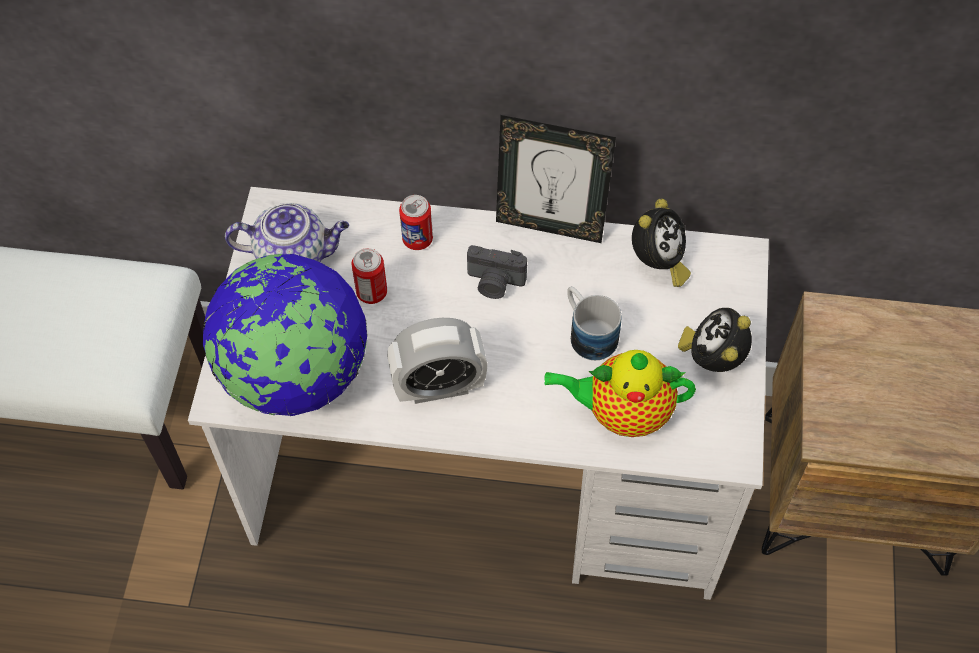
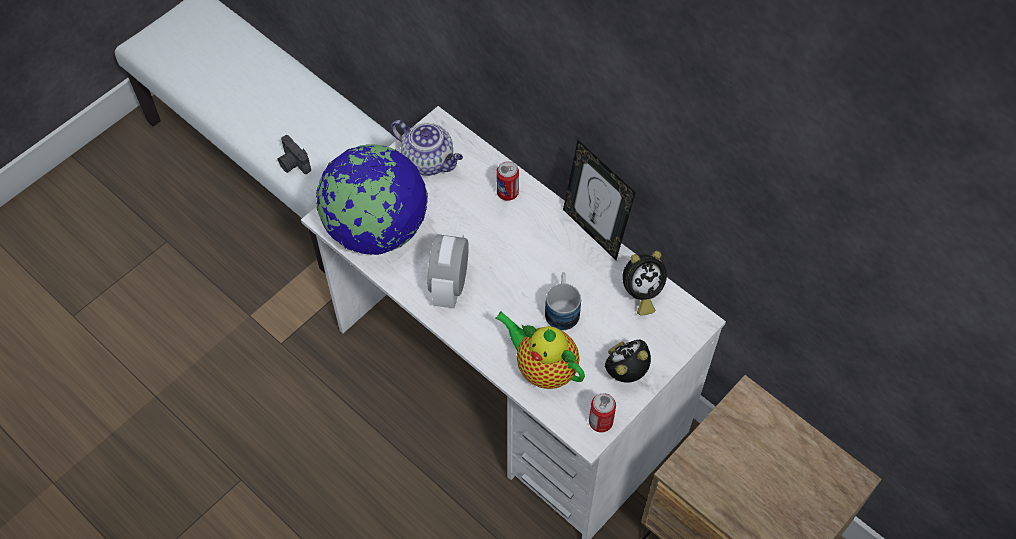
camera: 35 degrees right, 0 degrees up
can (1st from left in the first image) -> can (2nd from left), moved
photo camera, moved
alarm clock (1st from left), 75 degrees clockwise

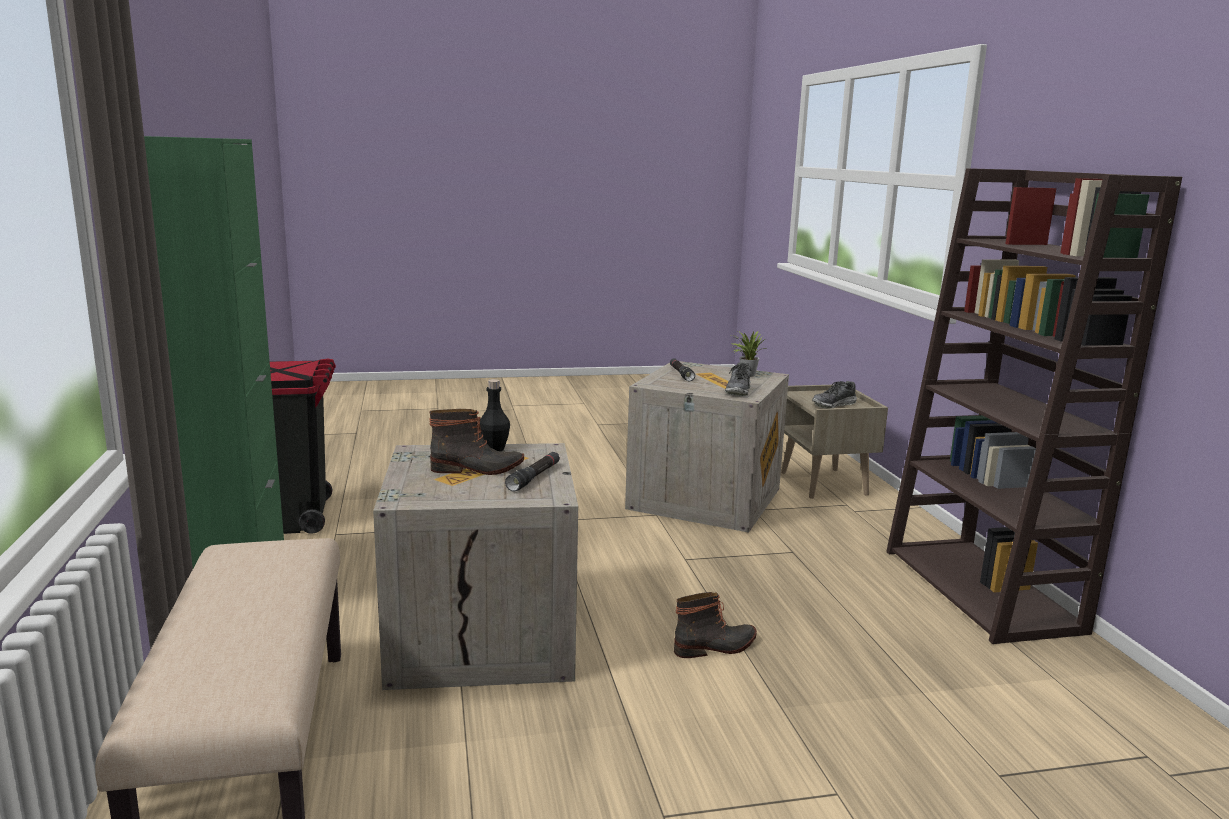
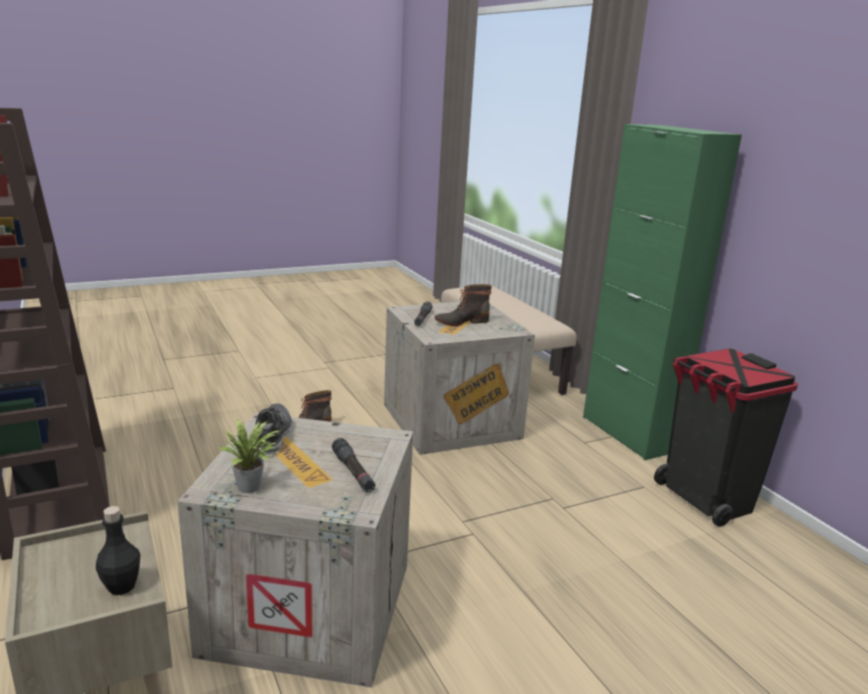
camera: 165 degrees right, 5 degrees up
shoe (2nd from left) -> none
bottle in black, moved

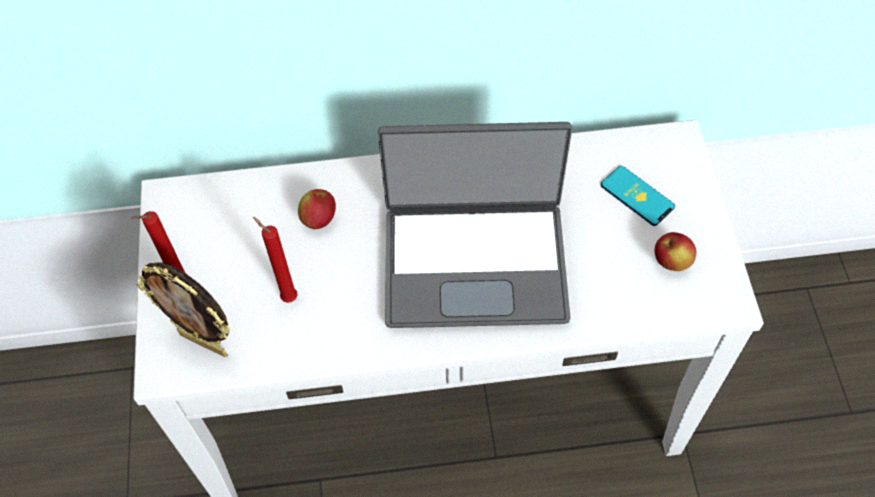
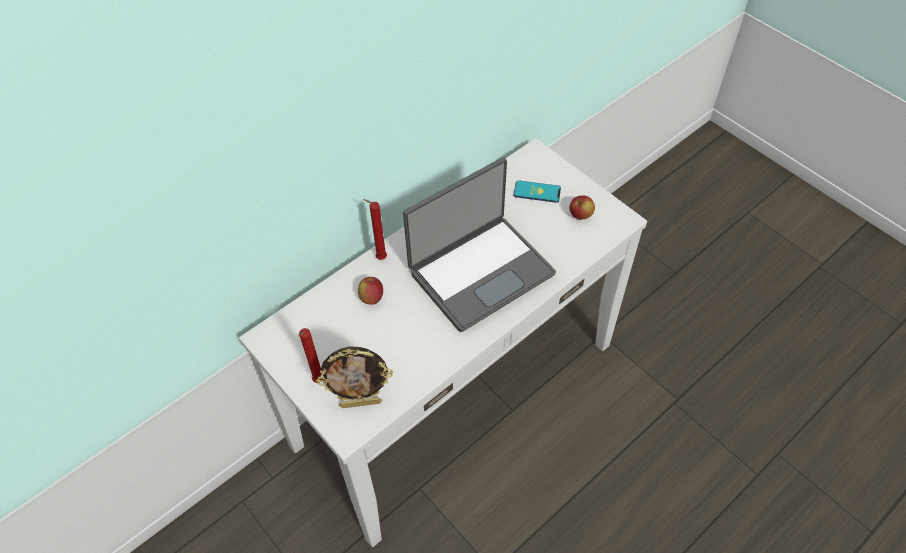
camera: 35 degrees left, 5 degrees down
candle in red (2nd from left), moved

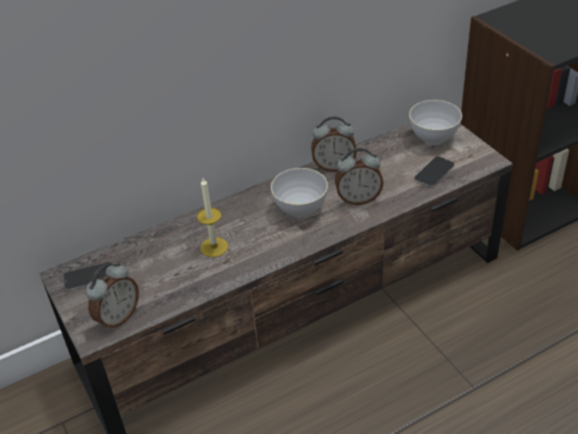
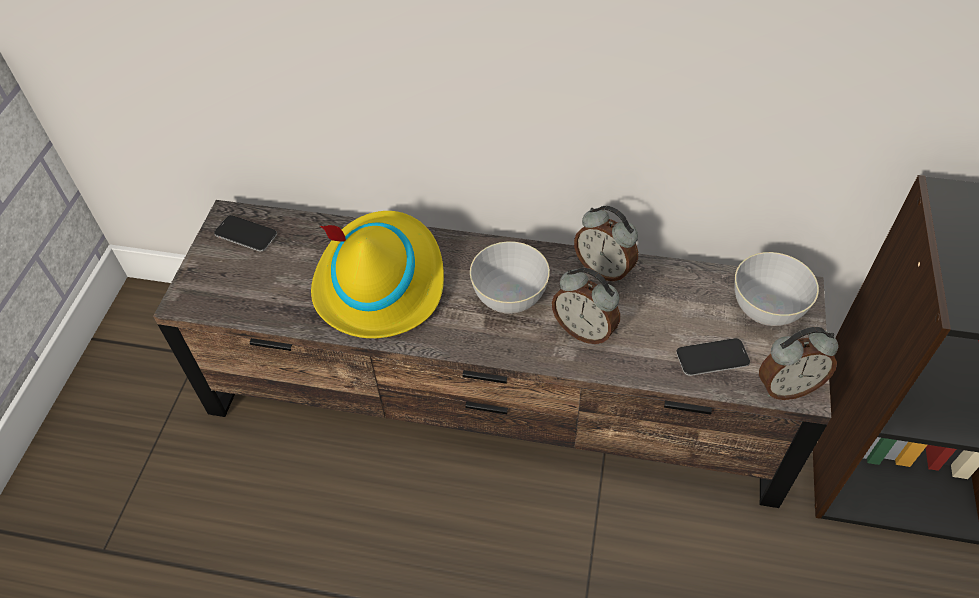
camera: 40 degrees right, 10 degrees up
alarm clock (1st from left in the first image) -> alarm clock (3rd from left), moved
candle -> hat in yellow

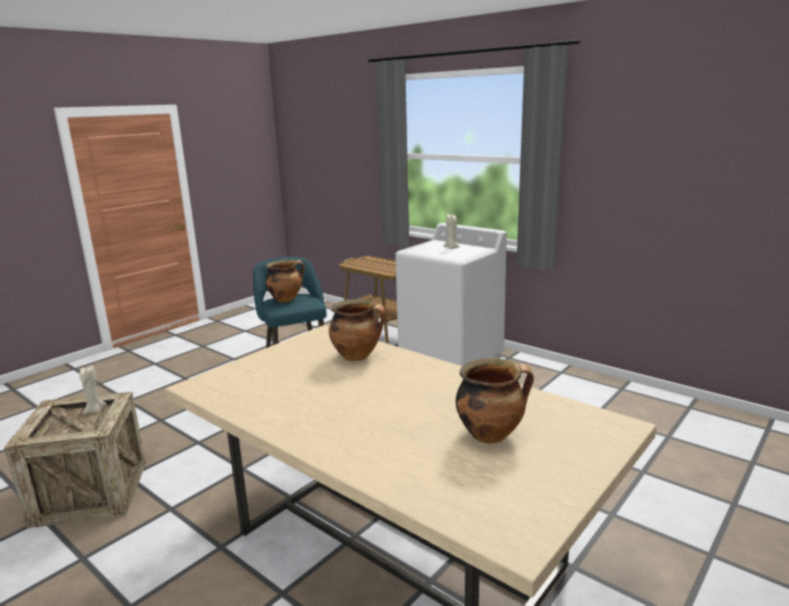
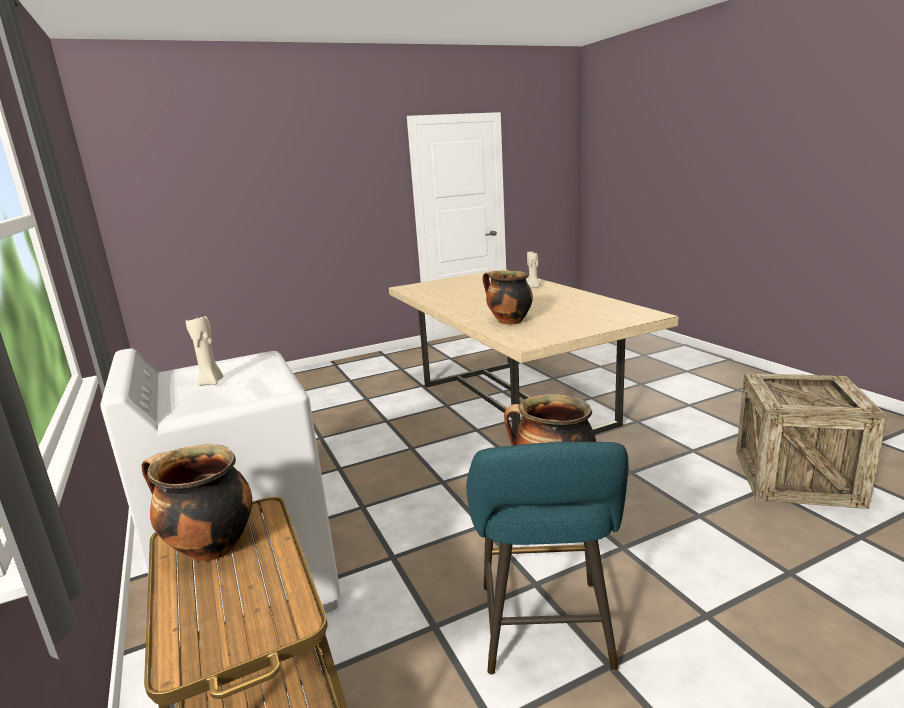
camera: 155 degrees left, 0 degrees up
candle in beige (1st from left in the first image) -> candle in beige (2nd from left), moved
cooking pot (3rd from left in the first image) -> cooking pot (1st from left), moved

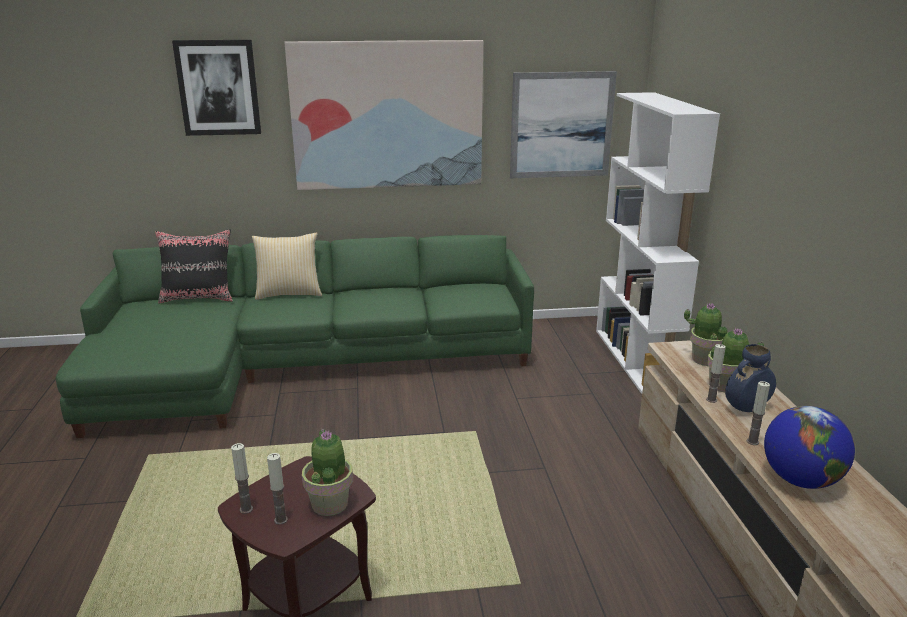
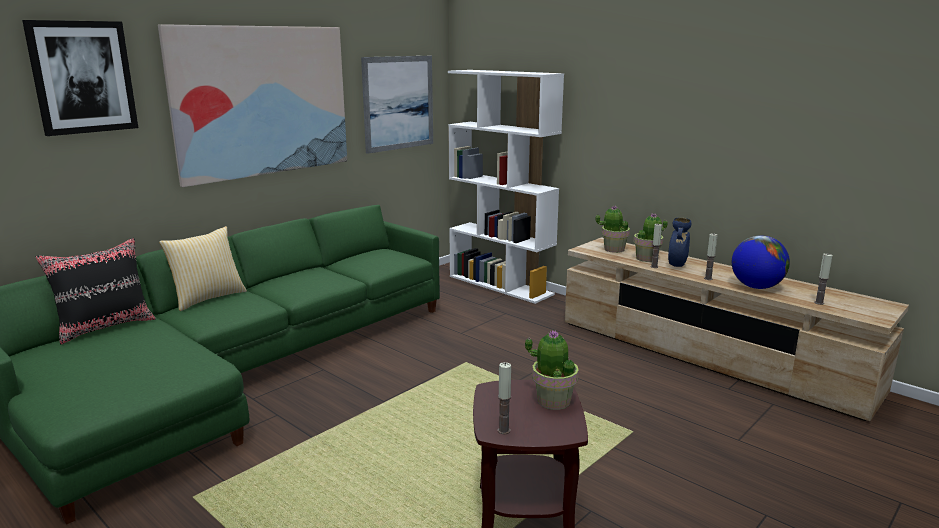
camera: 40 degrees left, 5 degrees down
candle (2nd from left in the first image) -> candle (4th from left), moved

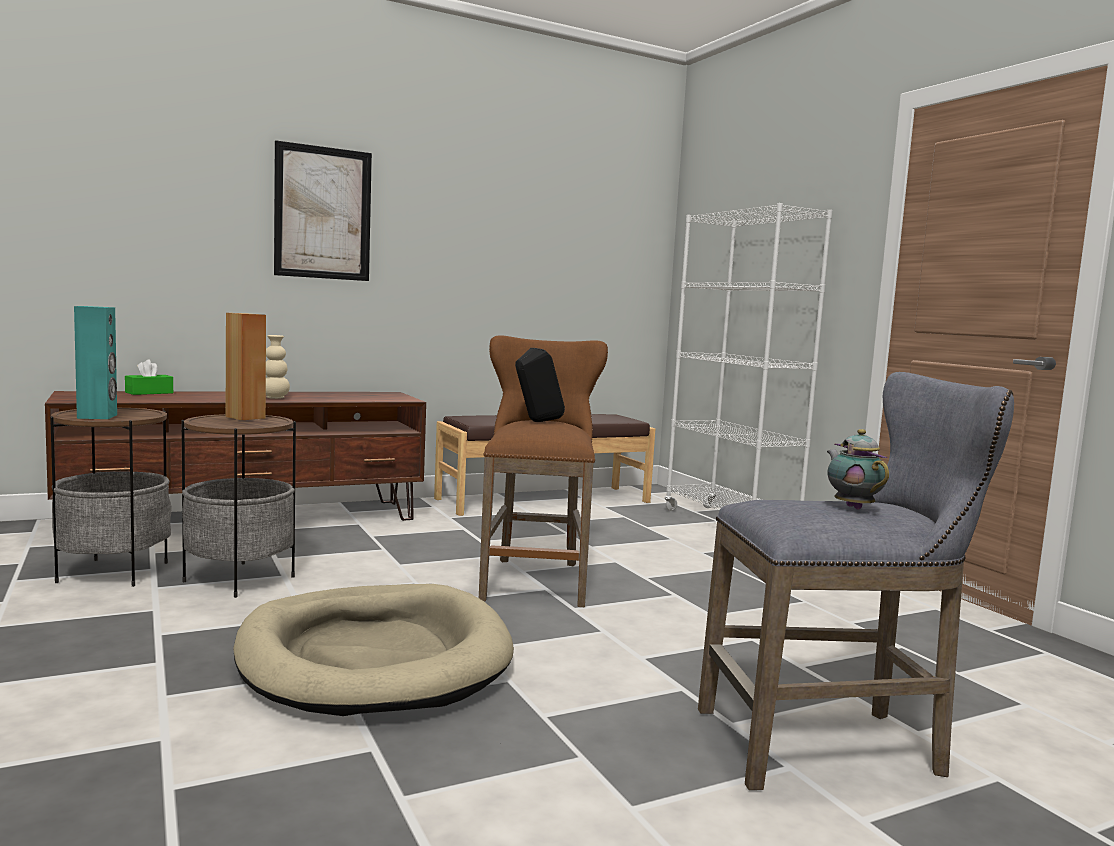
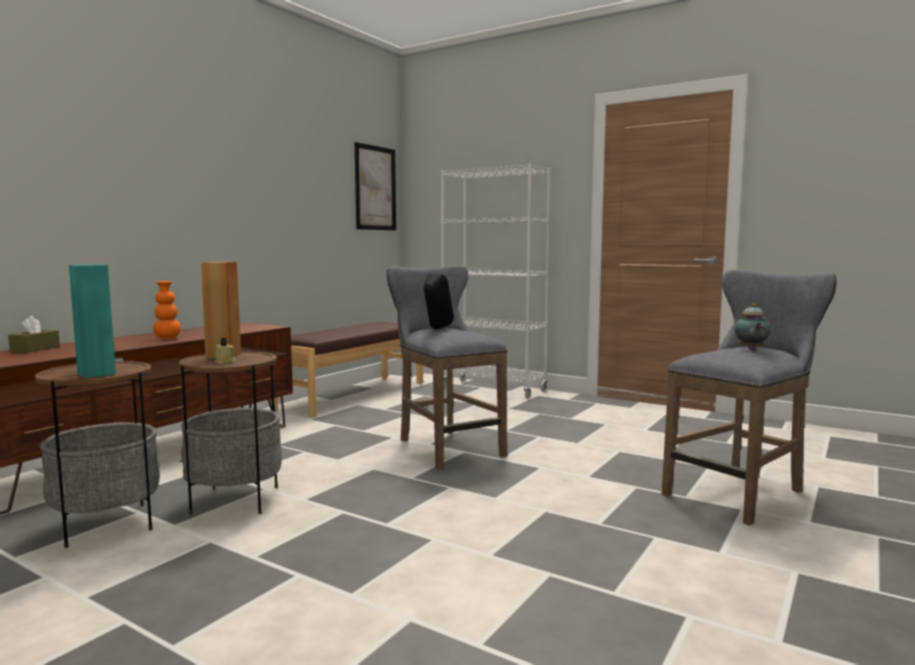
camera: 30 degrees left, 0 degrees up
dog bed in beige -> none
none -> candle in beige
picture, moved
tissue box in green -> tissue box in brown
vase in beige -> vase in orange
stool in brown -> stool in grey (1st from left)
teapot, 120 degrees counterclockwise

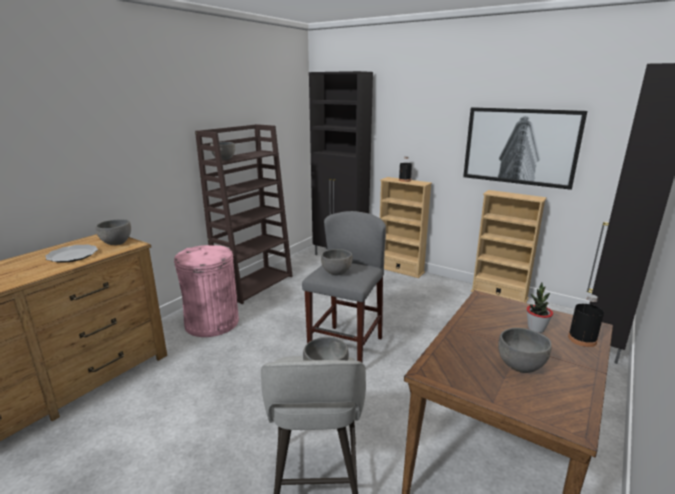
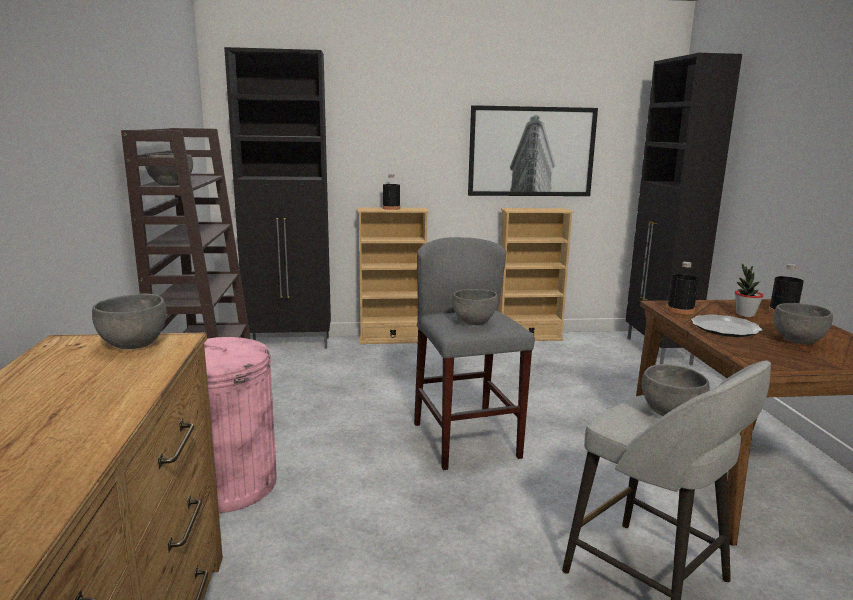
camera: 40 degrees left, 5 degrees down
none -> bottle in black (2nd from left)
plate, moved

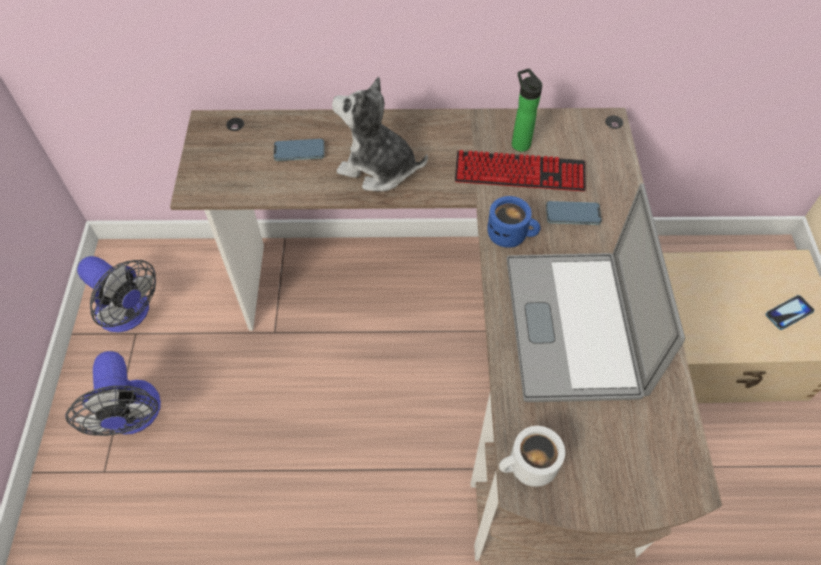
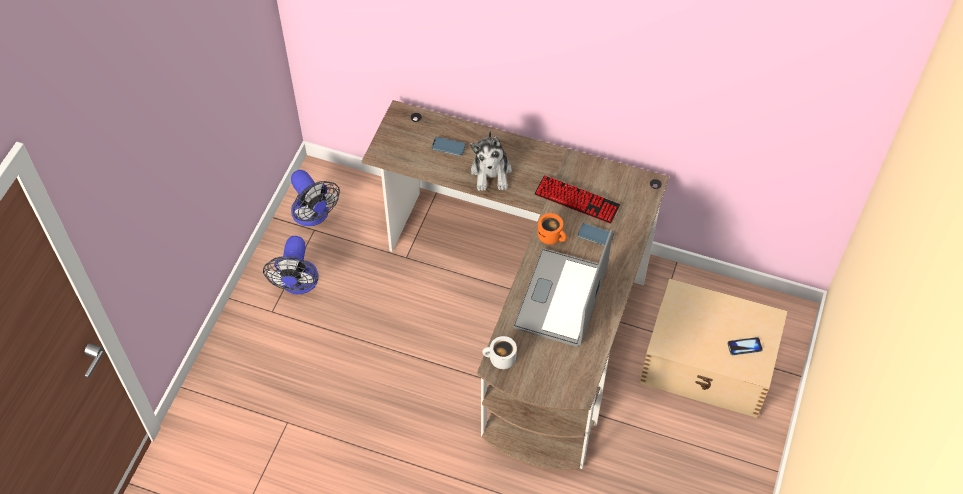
camera: 20 degrees right, 0 degrees up
bottle -> none
mug in blue -> mug in orange
plush toy, 135 degrees counterclockwise

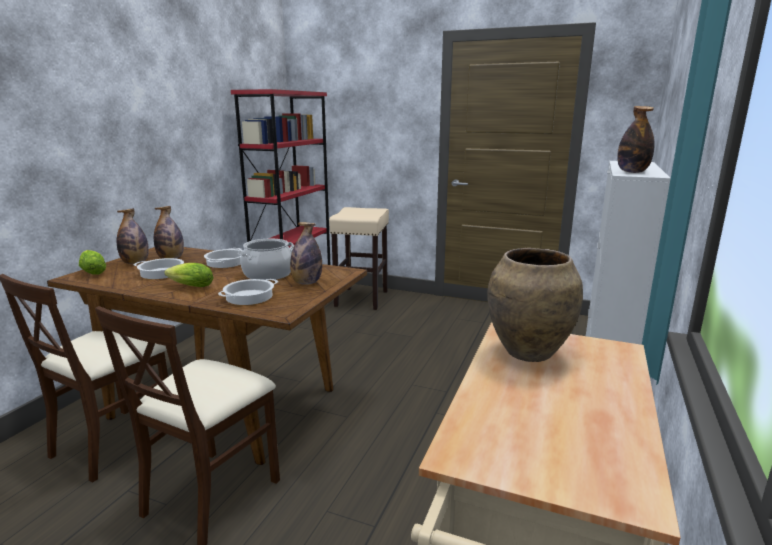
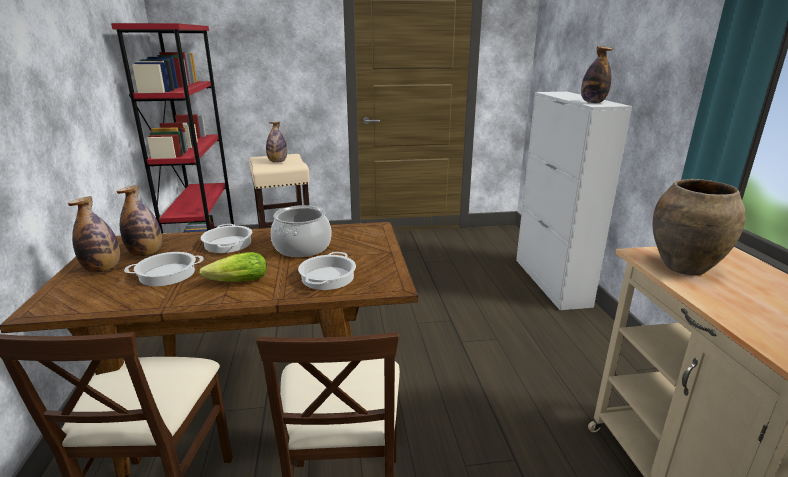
camera: 30 degrees left, 5 degrees up
lettuce (1st from left) -> none
bottle (3rd from left), moved

